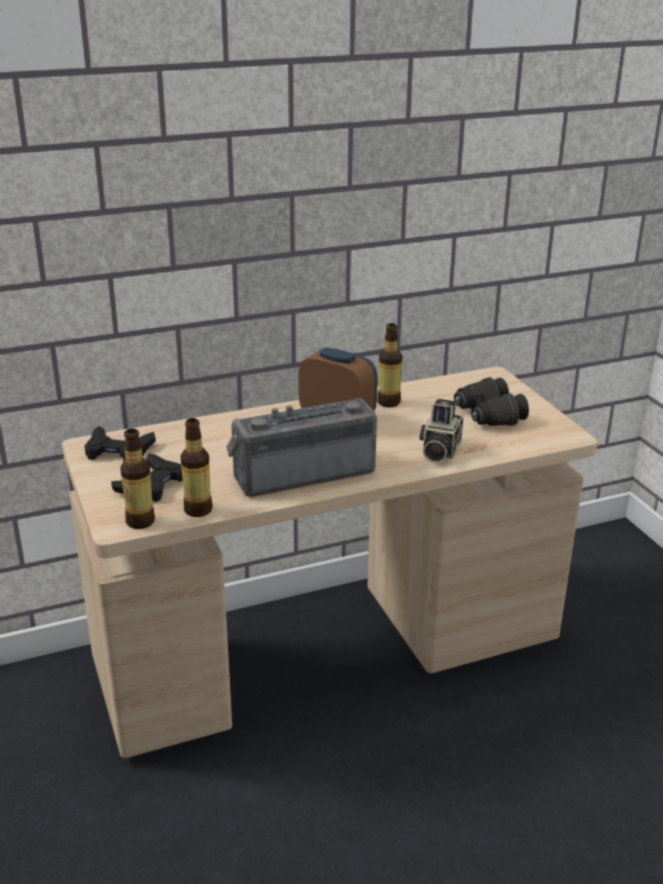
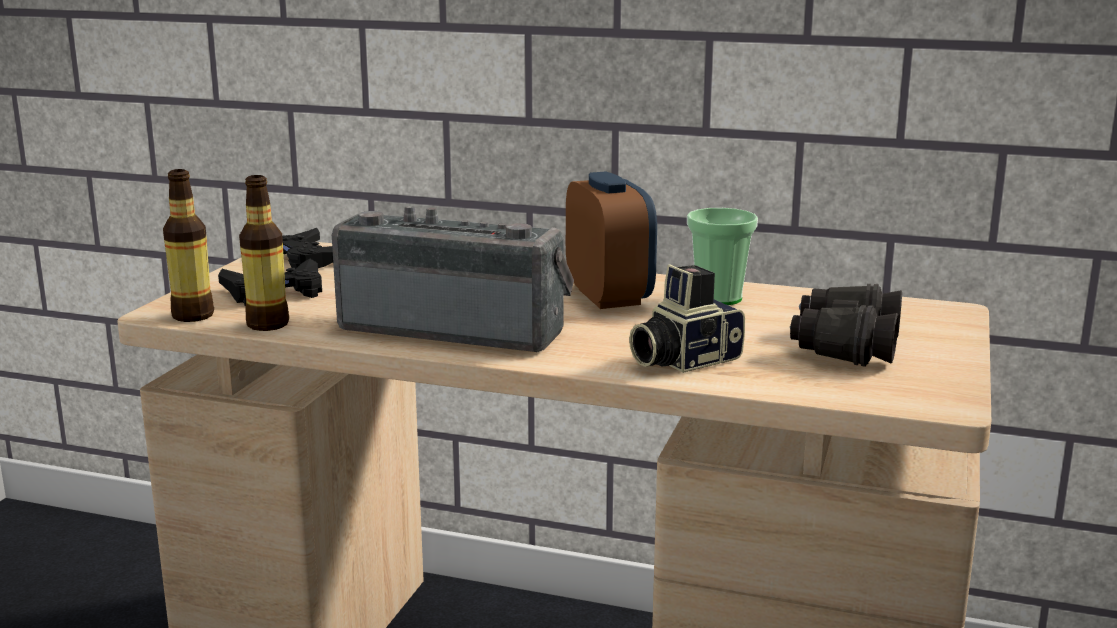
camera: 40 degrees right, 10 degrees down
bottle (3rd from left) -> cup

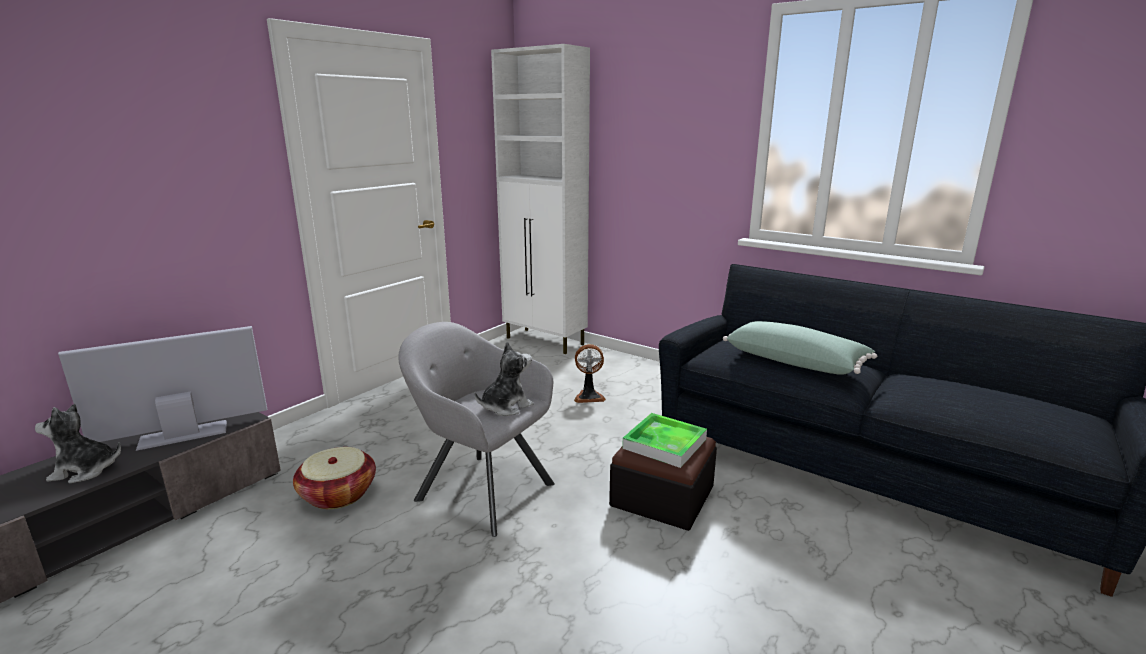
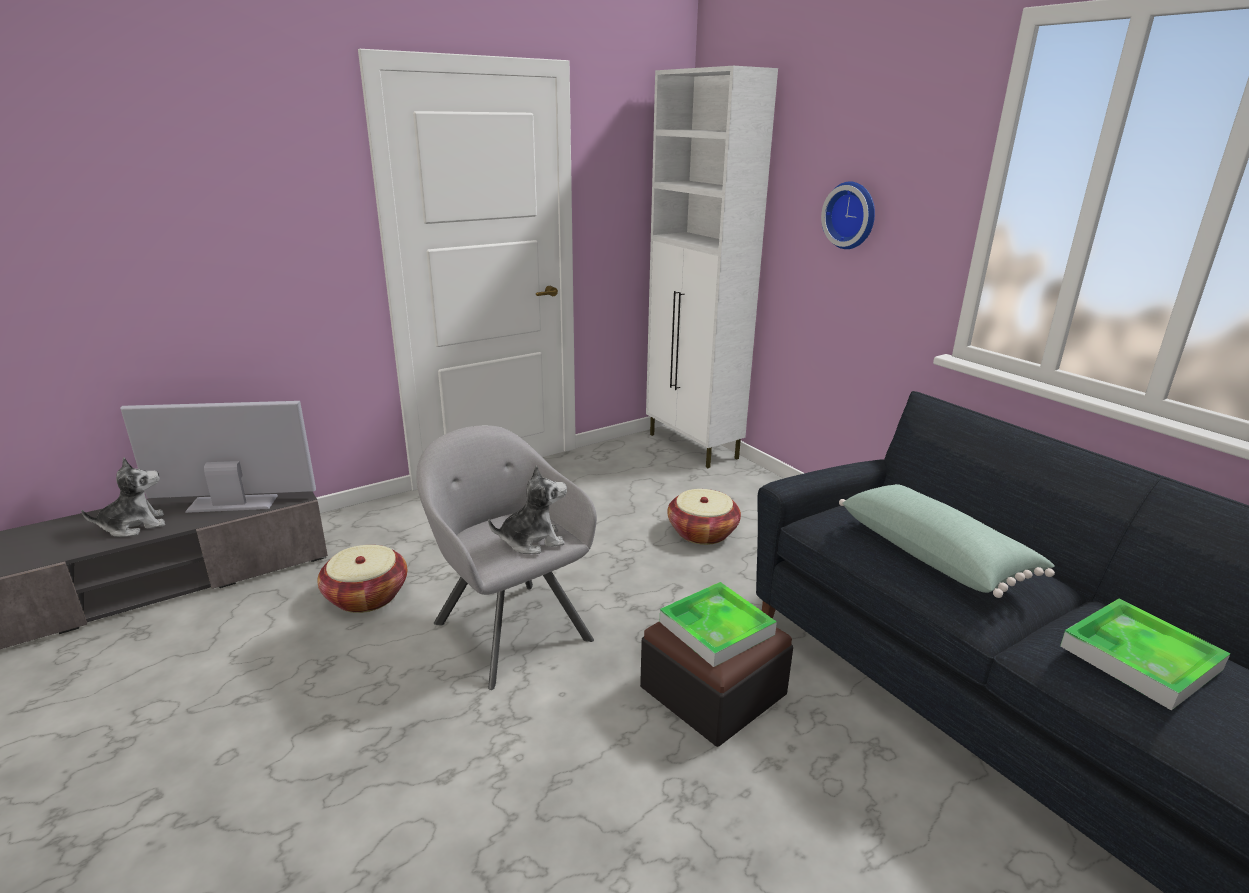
camera: 20 degrees right, 5 degrees up
none -> wall clock
none -> tray (2nd from left)
fan -> basket (2nd from left)
plush toy (1st from left), 135 degrees clockwise

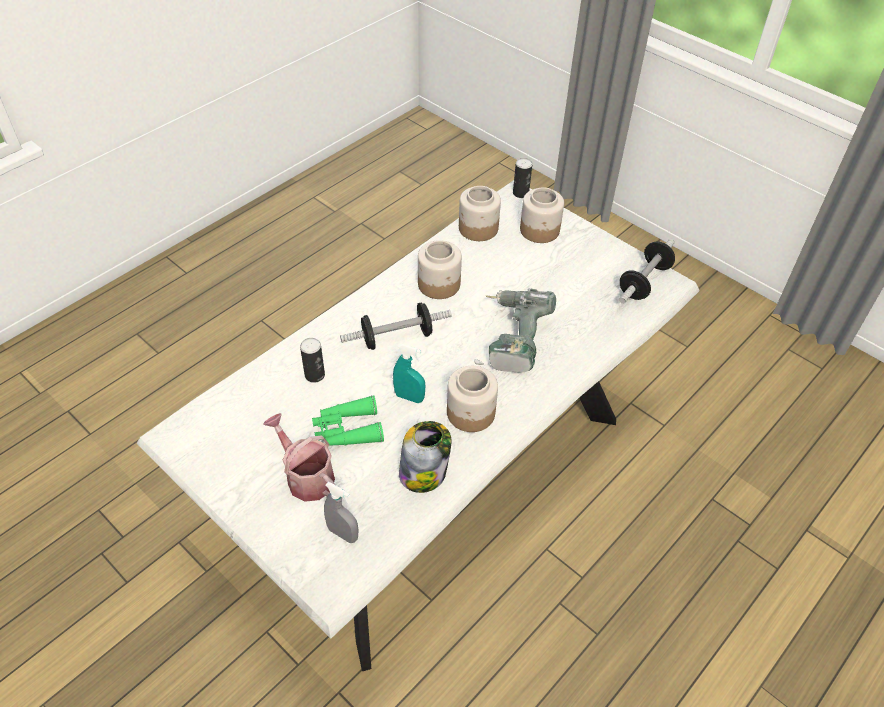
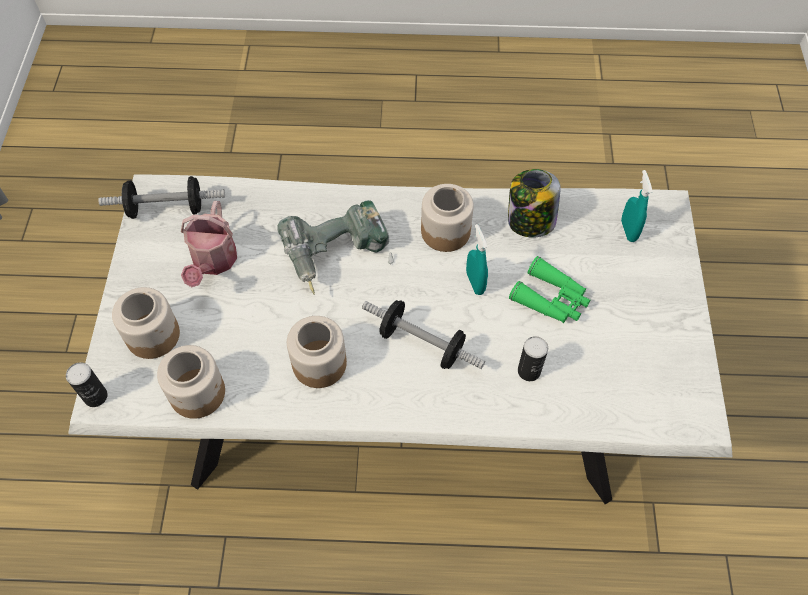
camera: 130 degrees left, 10 degrees up
watering can, moved
spray bottle in grey -> spray bottle in turquoise (2nd from left)

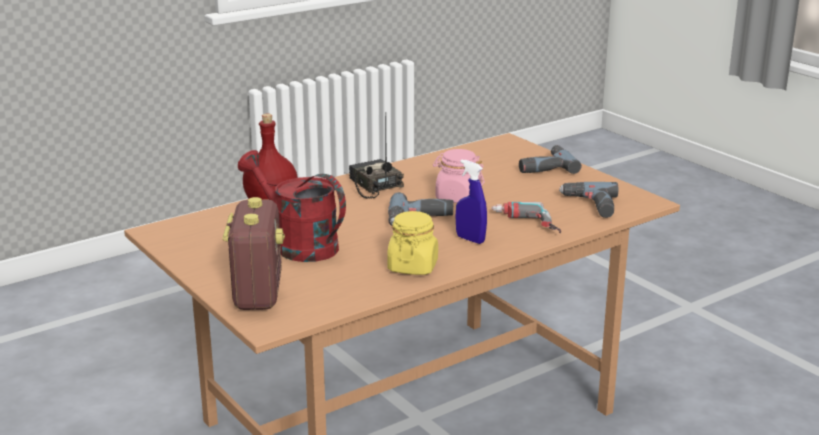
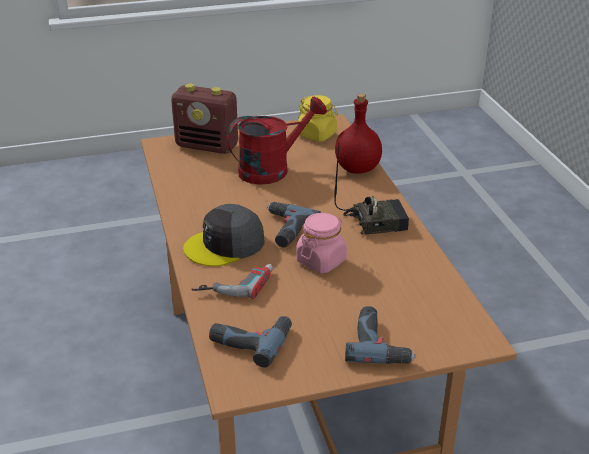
camera: 110 degrees right, 10 degrees up
jar in yellow, moved
spray bottle in blue -> cap in grey

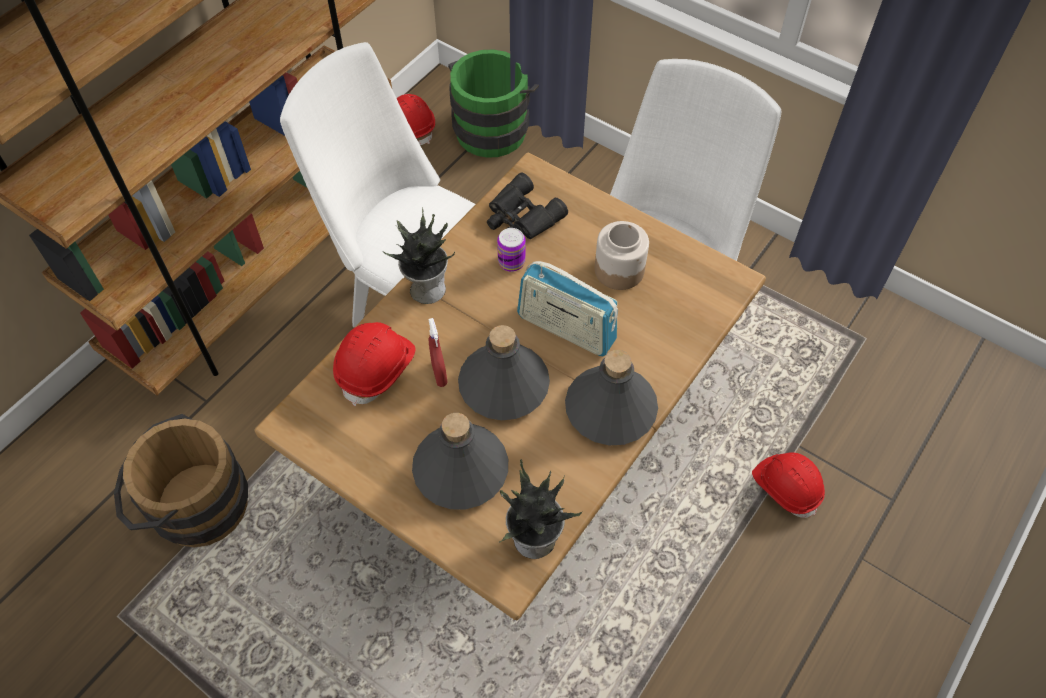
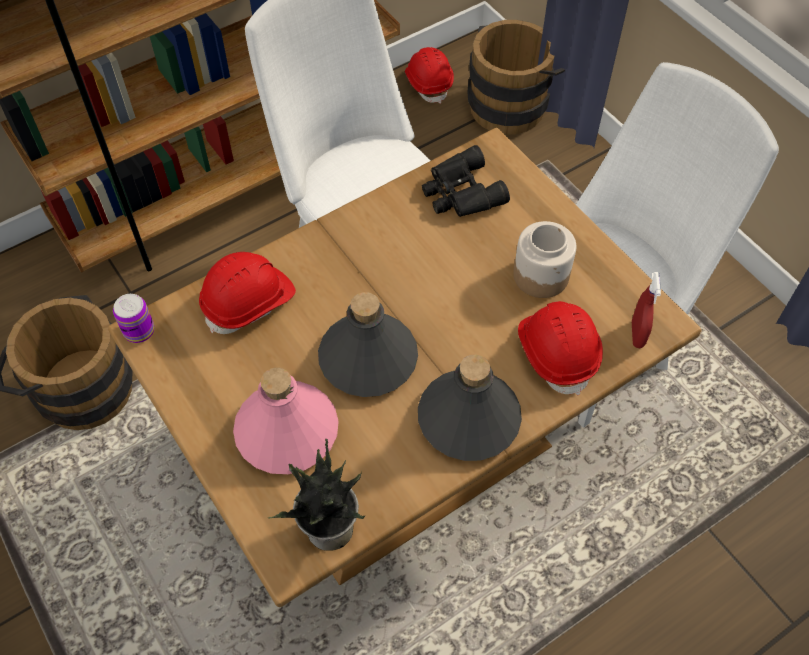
camera: 20 degrees right, 0 degrees up
potted plant (1st from left) -> none
radio -> none
spray bottle in red, moved
can, moved
hard hat in red (3rd from left), moved
bottle in grey (1st from left) -> bottle in pink
bucket in green -> bucket in brown (2nd from left)

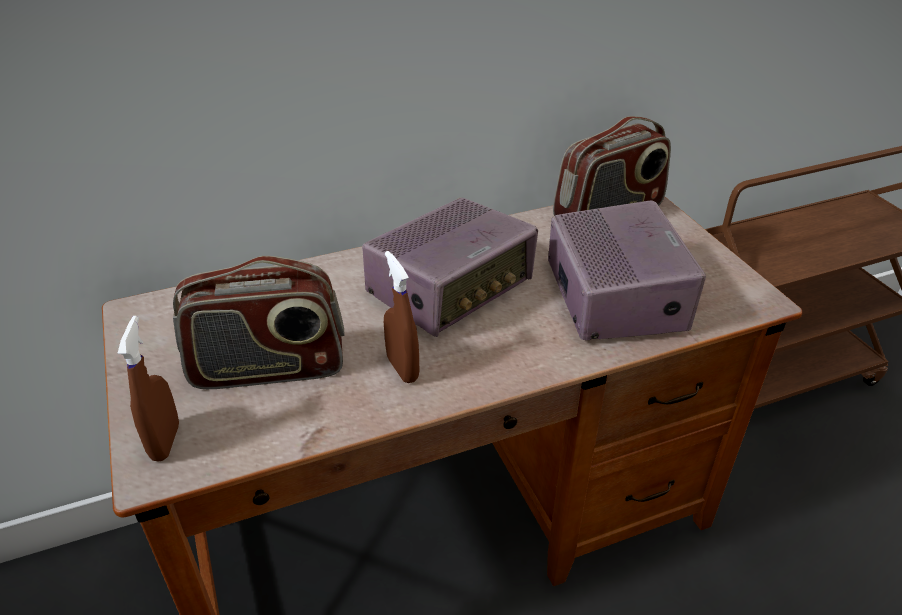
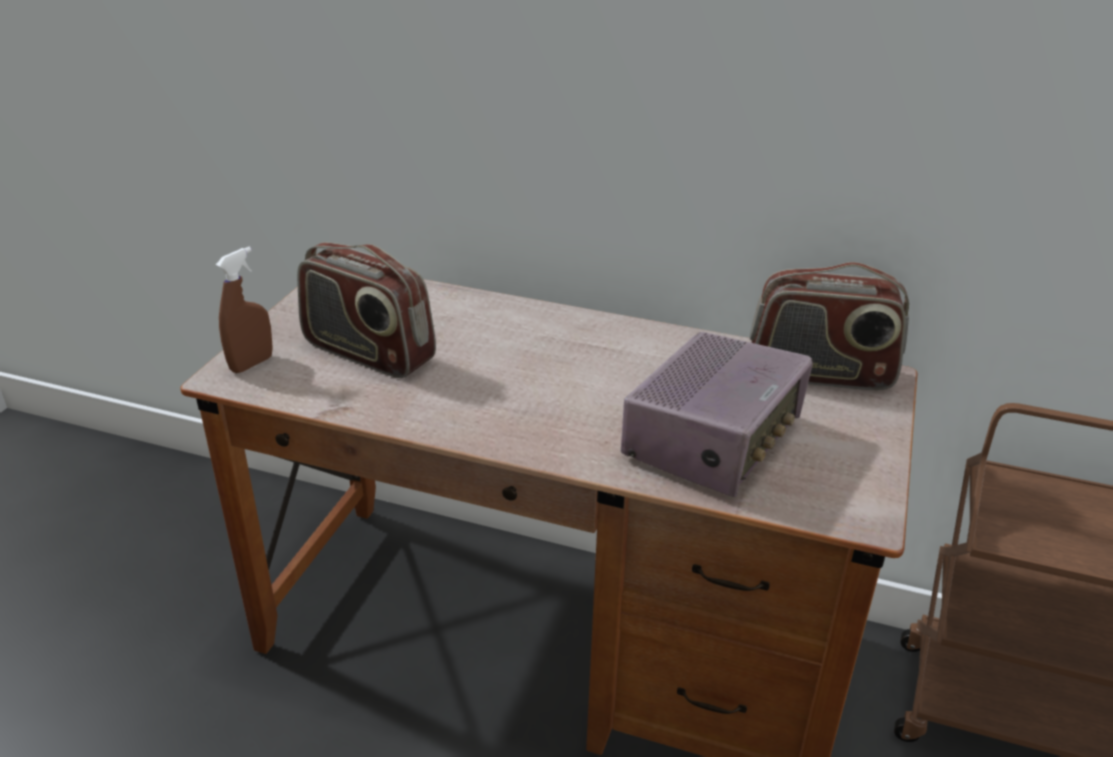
camera: 40 degrees right, 5 degrees down
radio (2nd from left) -> none
spray bottle in brown (2nd from left) -> none

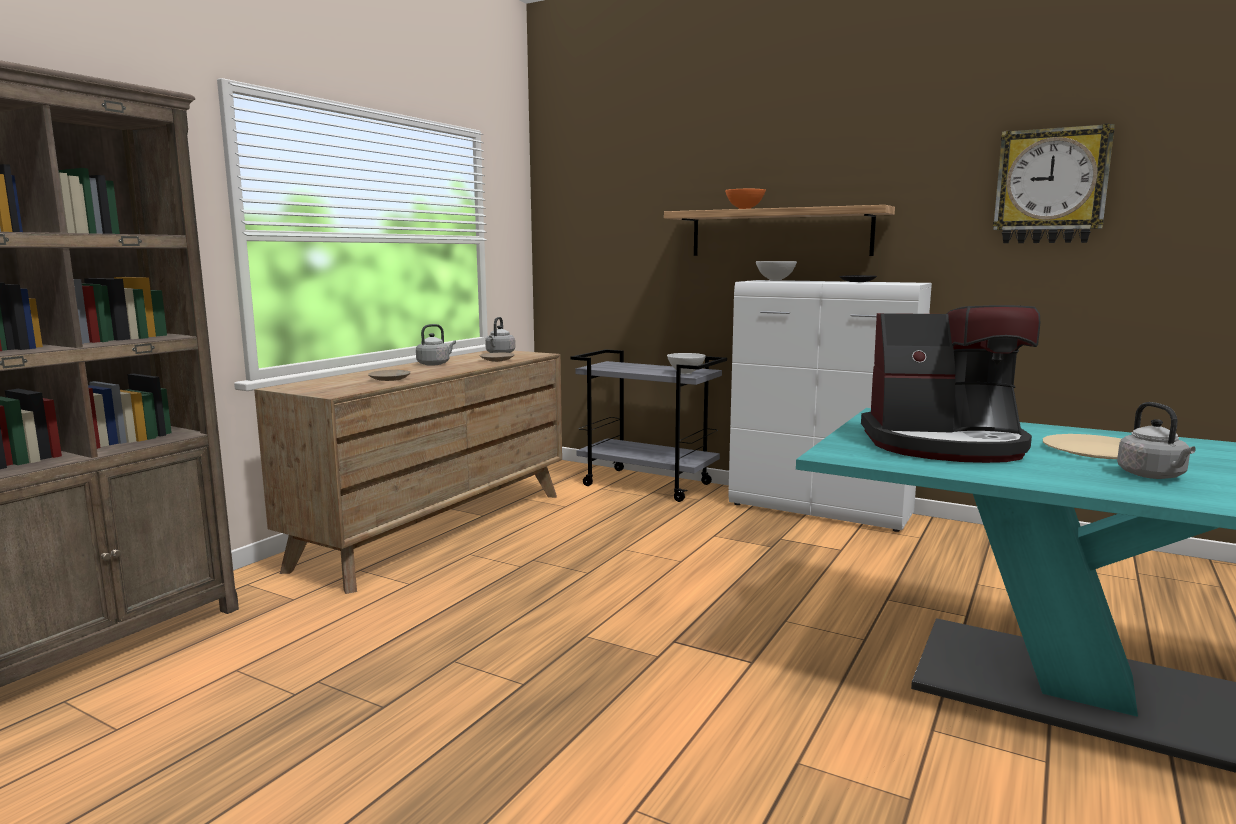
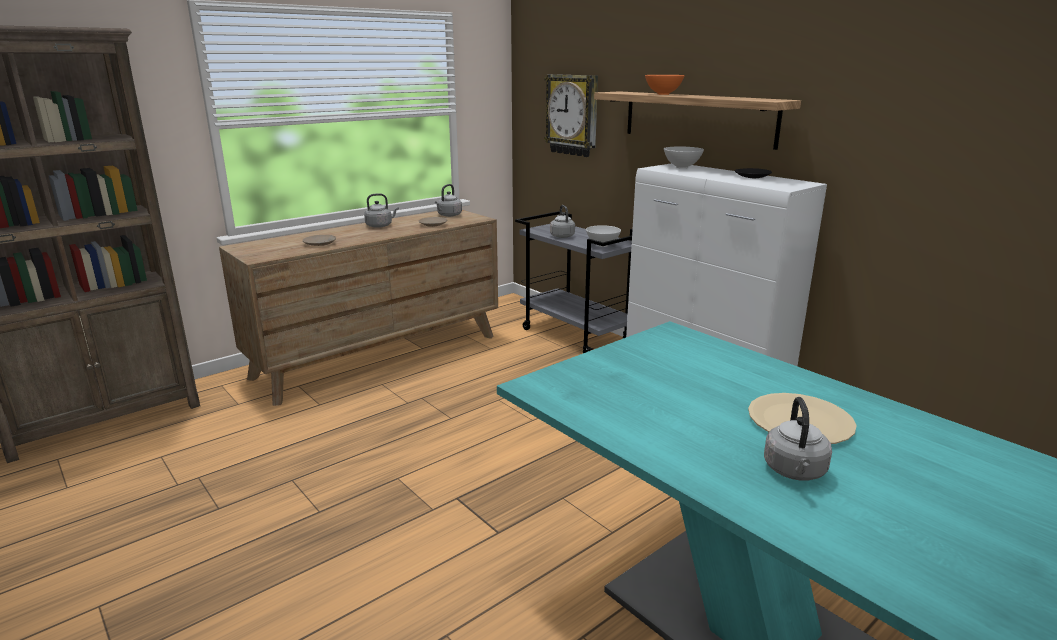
camera: 20 degrees right, 10 degrees up
coffee machine -> none
none -> kettle in grey (3rd from left)
wall clock, moved

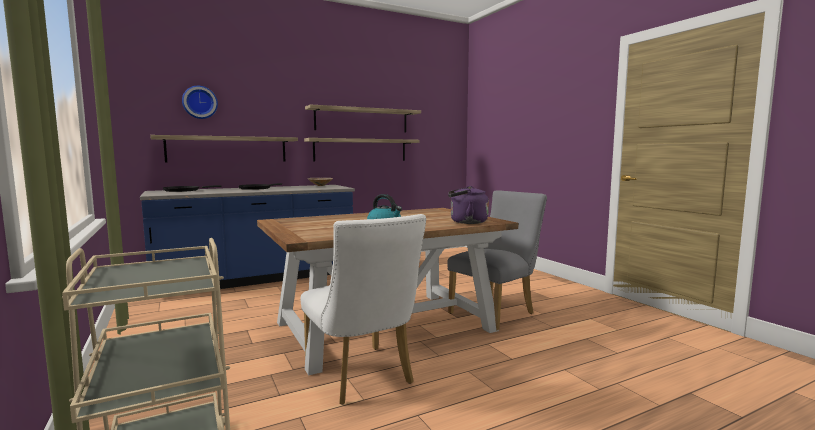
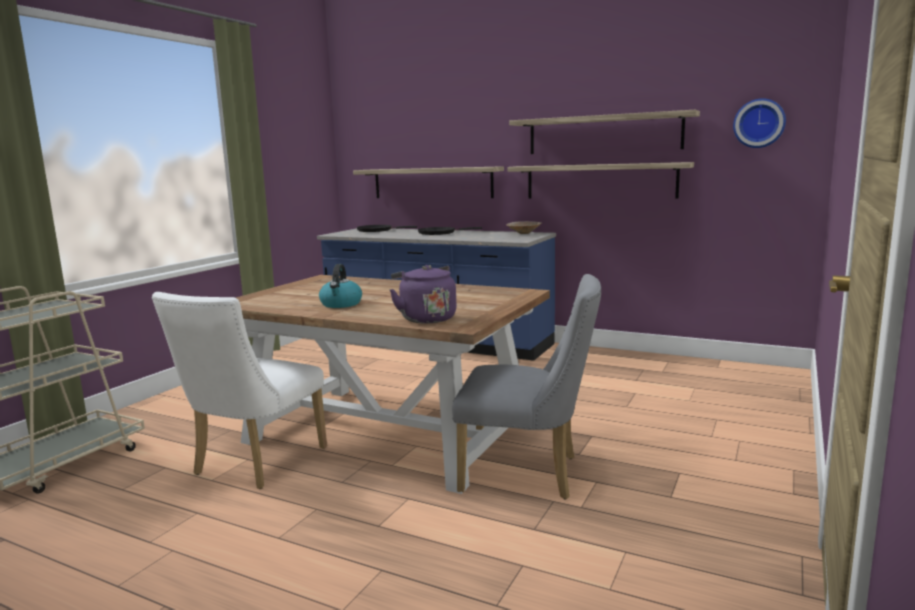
camera: 55 degrees right, 5 degrees up
wall clock, moved

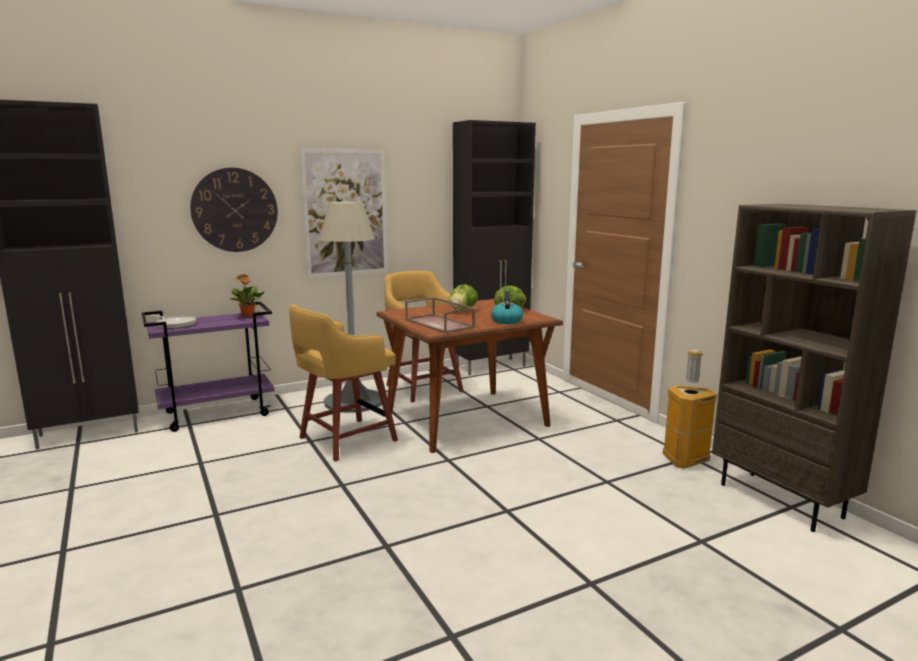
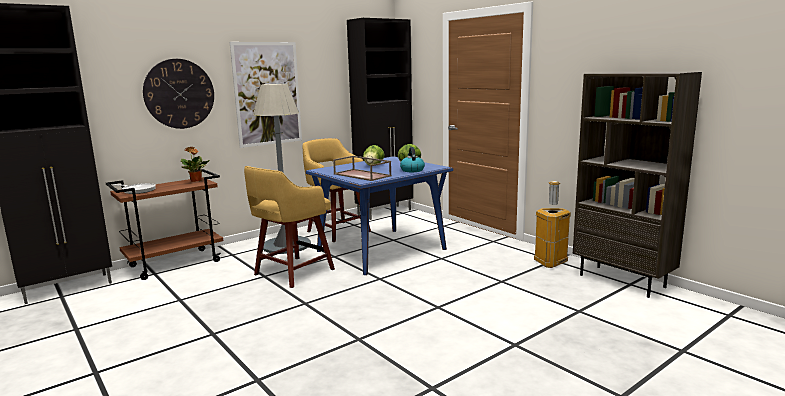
camera: 10 degrees left, 0 degrees up
cart in purple -> cart in brown
dining table in brown -> dining table in blue

